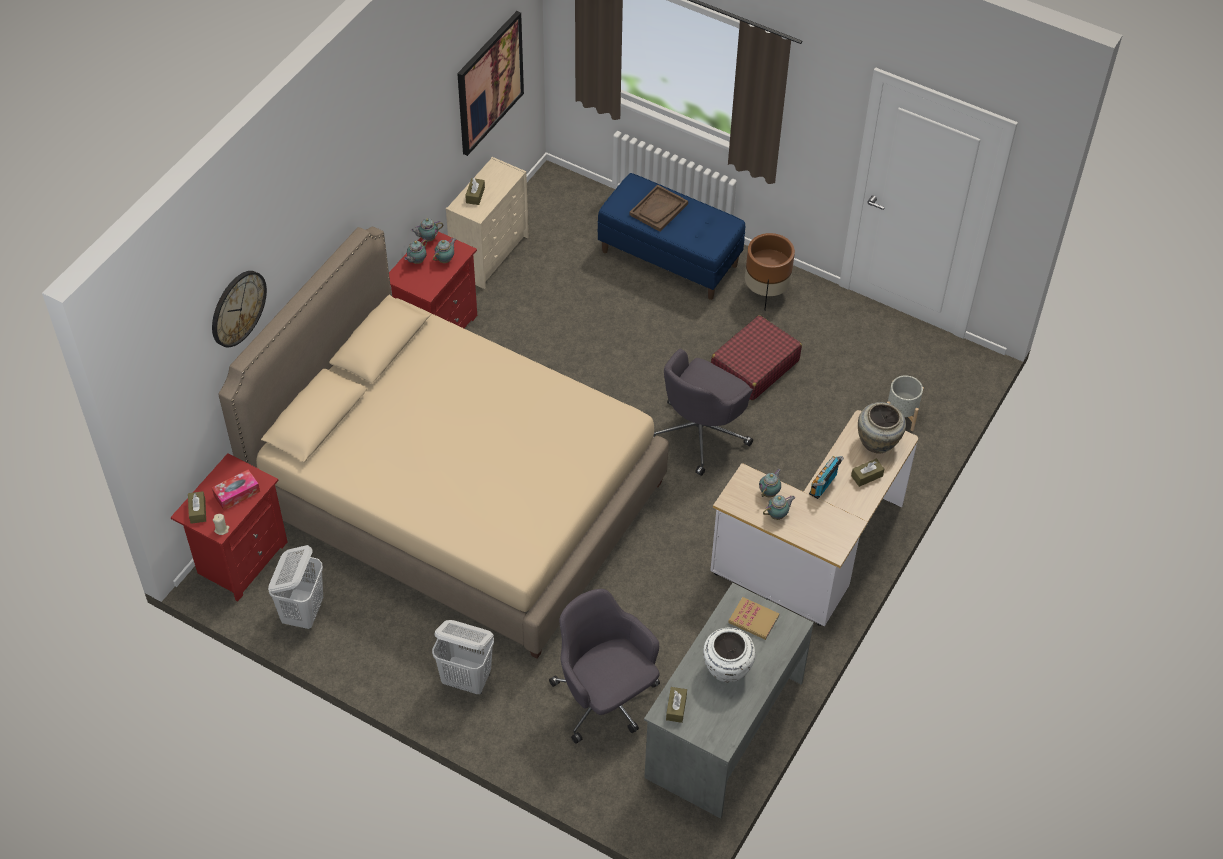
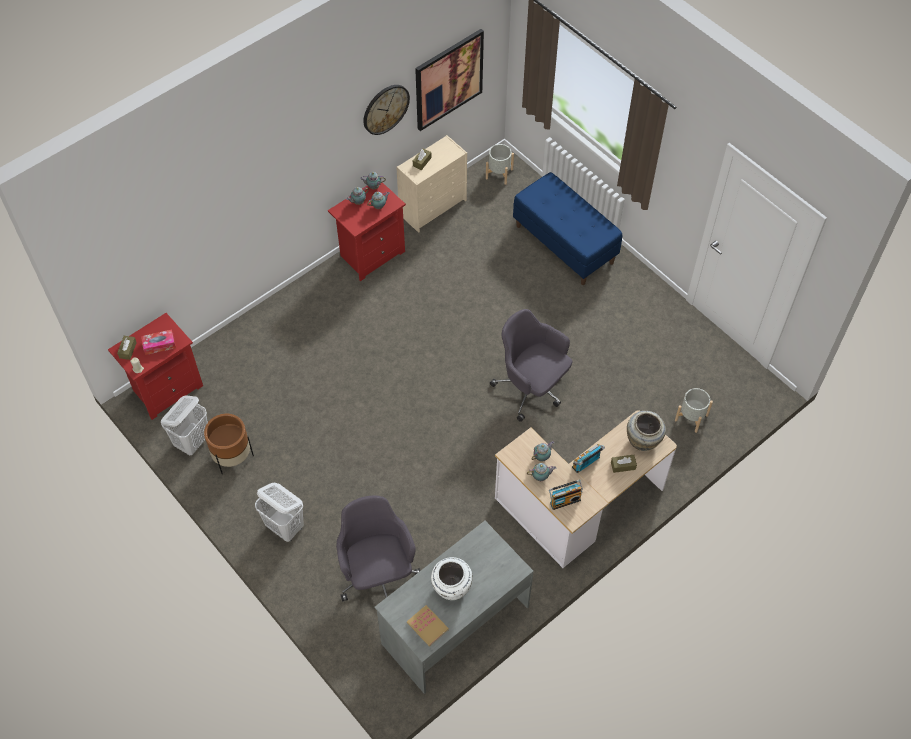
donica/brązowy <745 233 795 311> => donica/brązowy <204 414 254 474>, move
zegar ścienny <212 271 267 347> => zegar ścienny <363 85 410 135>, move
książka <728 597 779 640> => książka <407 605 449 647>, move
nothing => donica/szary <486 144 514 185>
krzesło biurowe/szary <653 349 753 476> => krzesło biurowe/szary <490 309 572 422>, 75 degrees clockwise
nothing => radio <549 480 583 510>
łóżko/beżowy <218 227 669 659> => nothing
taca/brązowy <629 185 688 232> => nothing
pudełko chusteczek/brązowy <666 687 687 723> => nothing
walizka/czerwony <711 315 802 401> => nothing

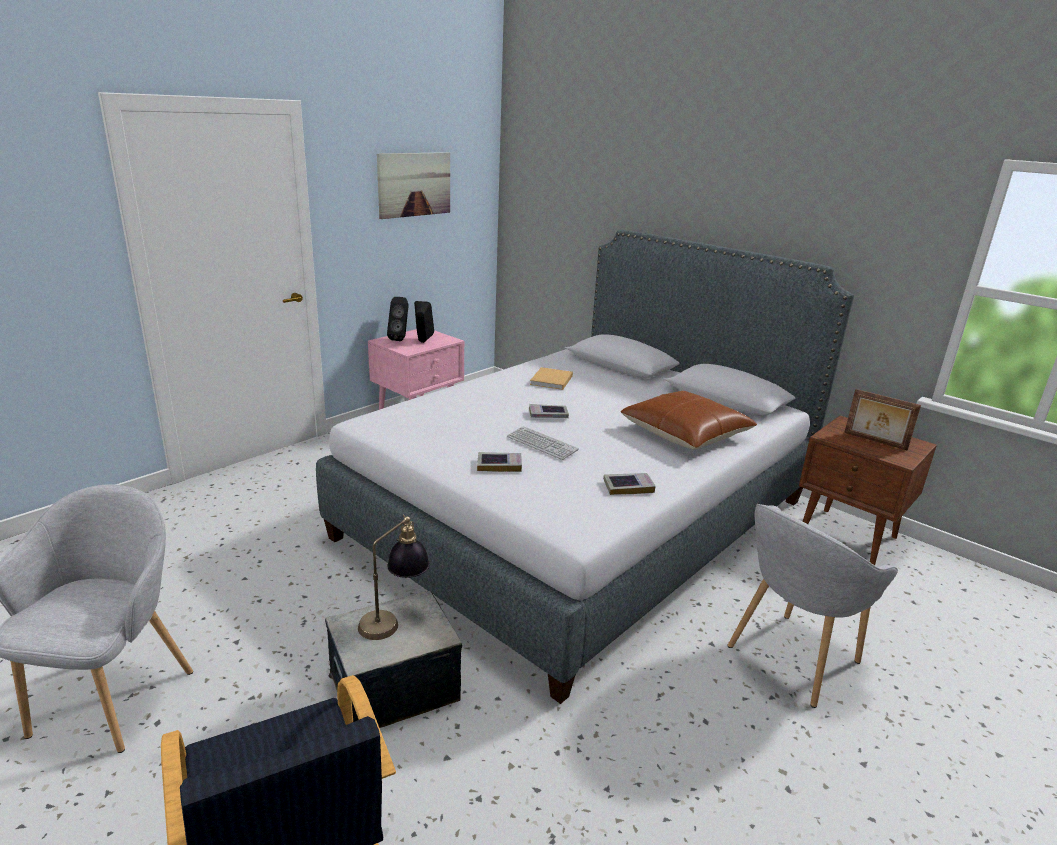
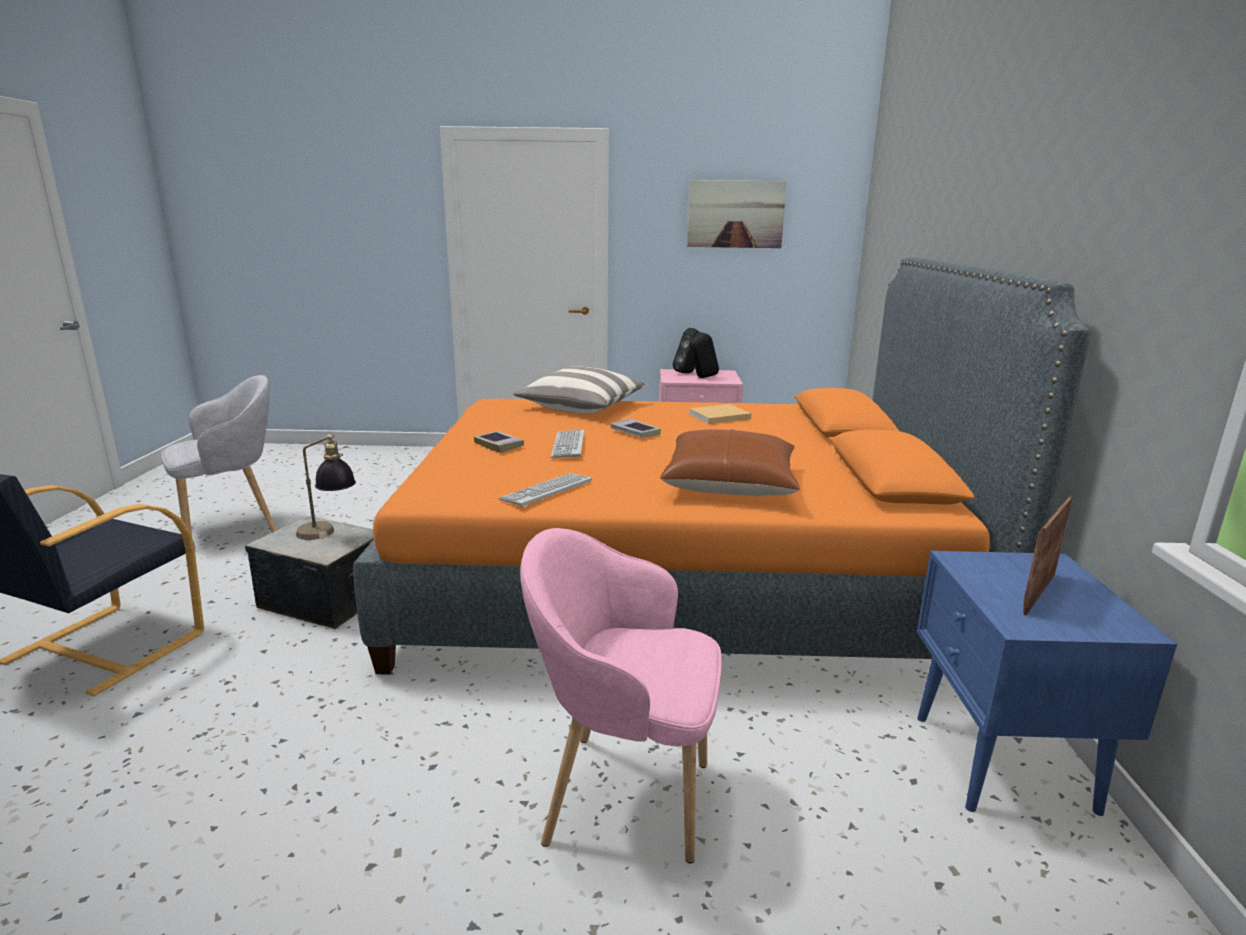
łóżko/szary <316 230 854 704> => łóżko/pomarańczowy <353 257 1091 675>
książka <603 473 656 495> => klawiatura <498 473 592 507>
nothing => poduszka <513 366 647 414>
fotel/szary <727 504 898 708> => fotel/różowy <520 528 722 864>
szafka nocna/brązowy <799 415 937 565> => szafka nocna/niebieski <917 551 1177 816>
ramka na zdjęcie <844 389 921 451> => ramka na zdjęcie <1023 495 1073 616>, 45 degrees clockwise

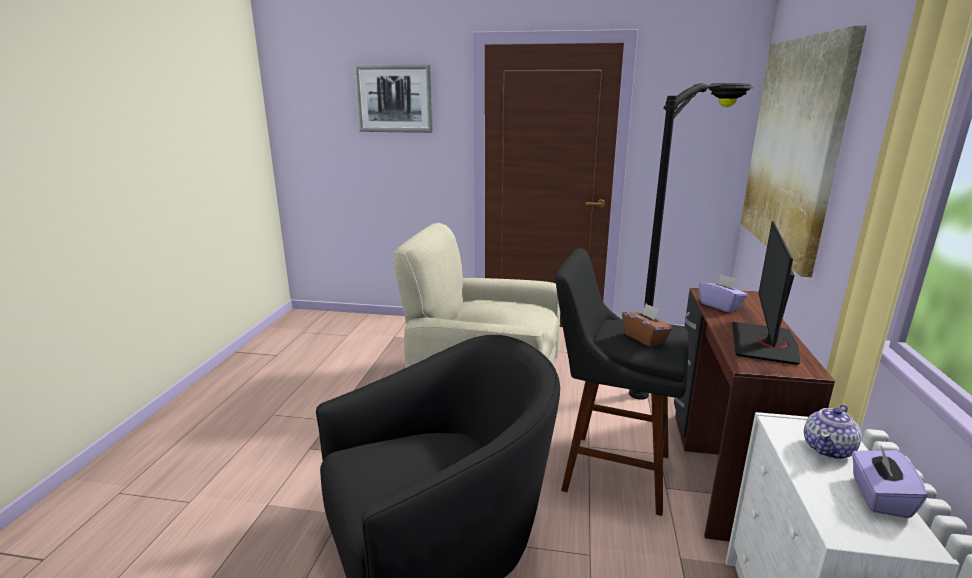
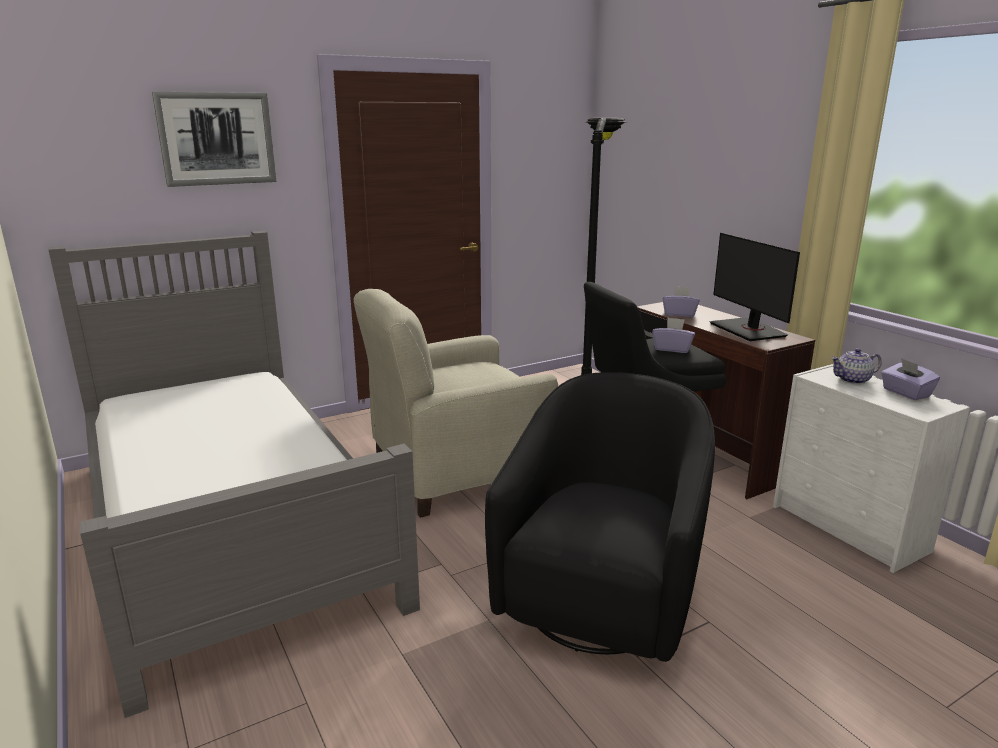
nothing => łóżko/szary <48 231 420 718>
pudełko chusteczek/brązowy <622 303 673 347> => pudełko chusteczek/fioletowy <652 317 695 353>
imbryk <804 404 862 459> => imbryk <831 348 882 384>, 75 degrees clockwise
obraz <741 25 867 277> => nothing

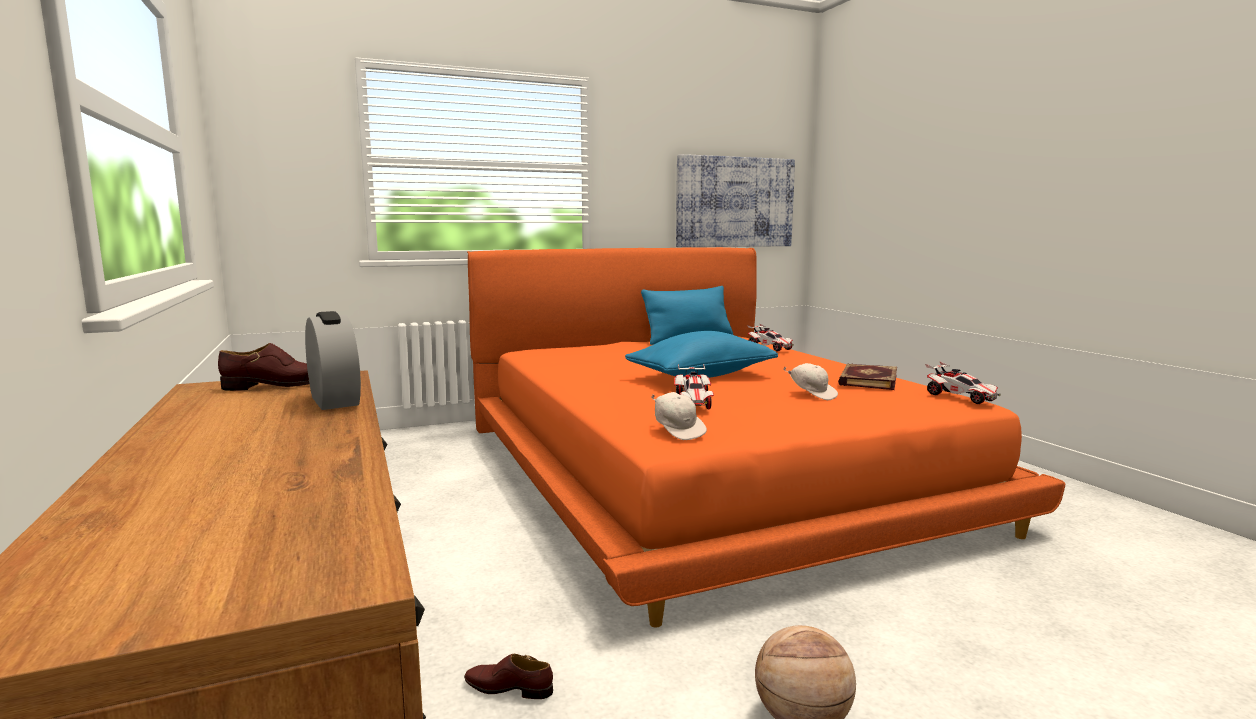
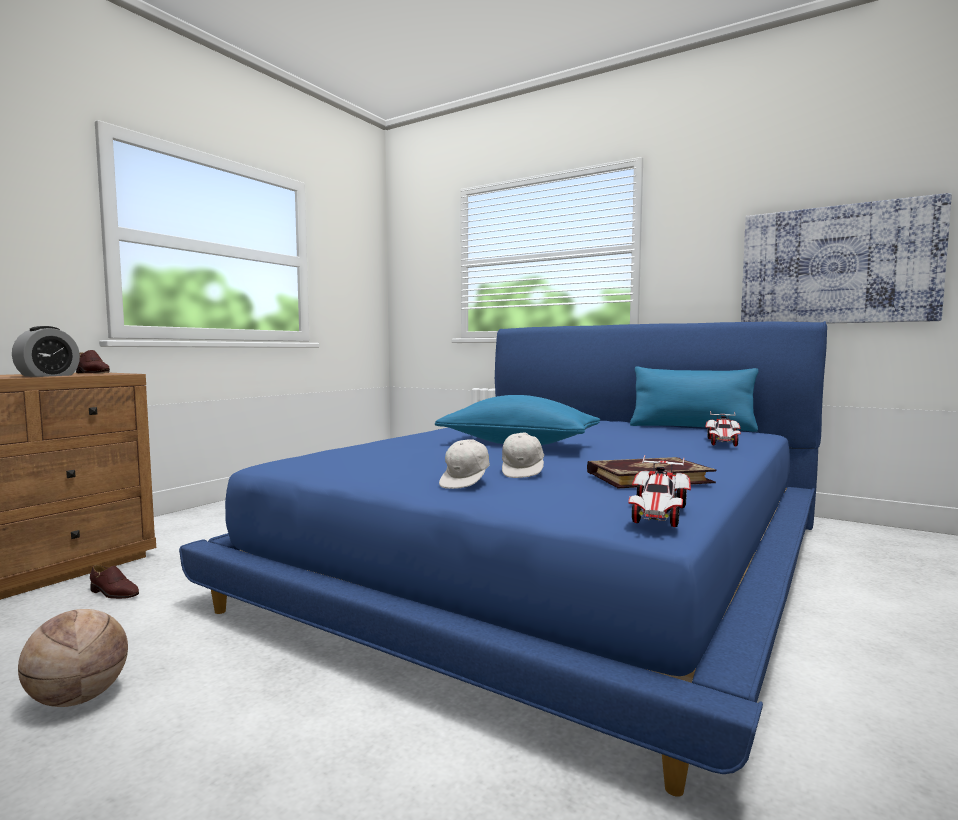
but/brązowy <464 654 553 699> => but/brązowy <90 565 139 599>, 135 degrees clockwise
łóżko/pomarańczowy <467 247 1065 627> => łóżko/niebieski <179 321 827 797>
czapka z daszkiem/biały <651 392 707 440> => czapka z daszkiem/biały <439 439 490 489>, move
samochodzik <674 364 714 409> => nothing

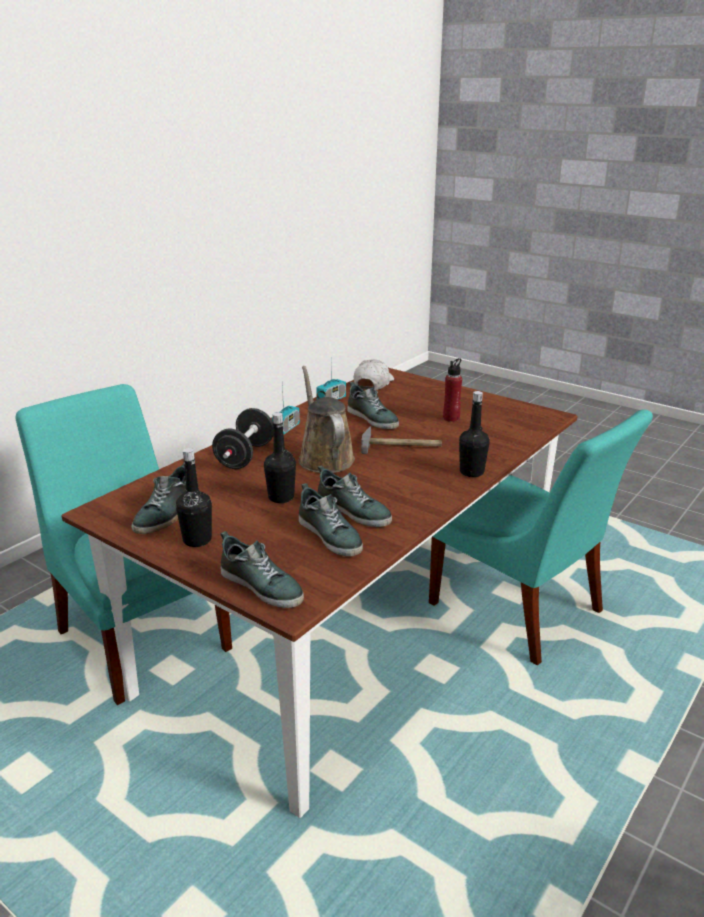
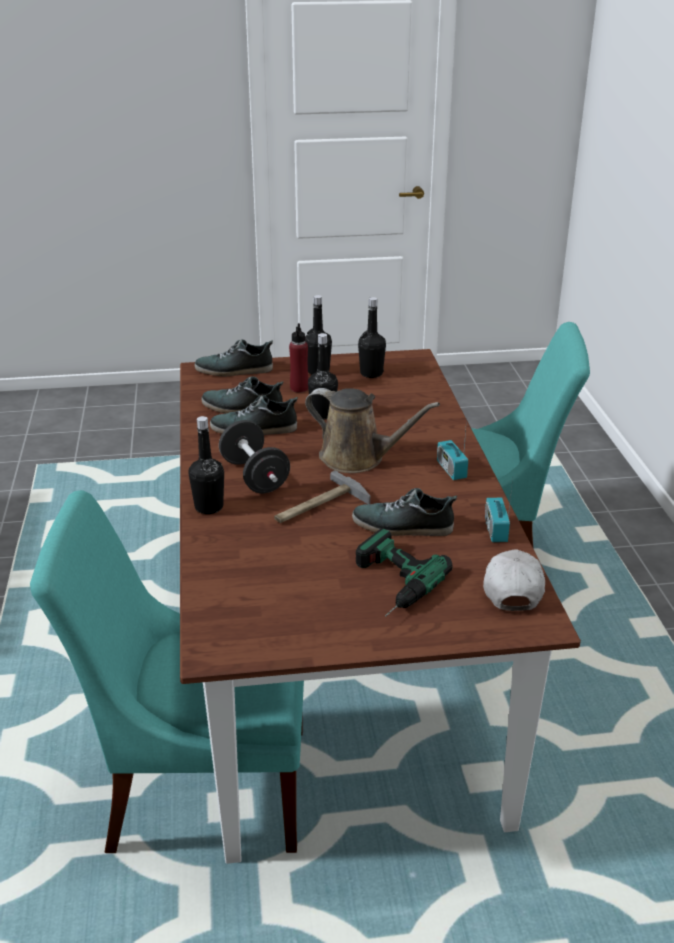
hantel/czarny <212 408 273 469> => hantel/czarny <219 420 290 493>, move
butelka/czerwony <443 358 462 422> => butelka/czerwony <289 323 309 393>, move
nothing => wiertarka <356 528 452 617>
but <131 462 186 534> => butelka/czarny <358 297 386 378>
czapka z daszkiem/biały <354 359 394 390> => czapka z daszkiem/biały <483 549 545 611>, 150 degrees counterclockwise

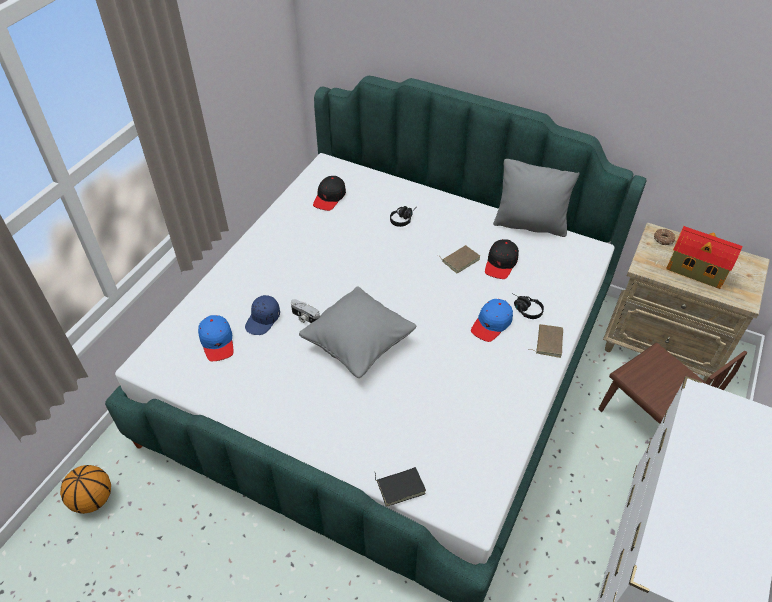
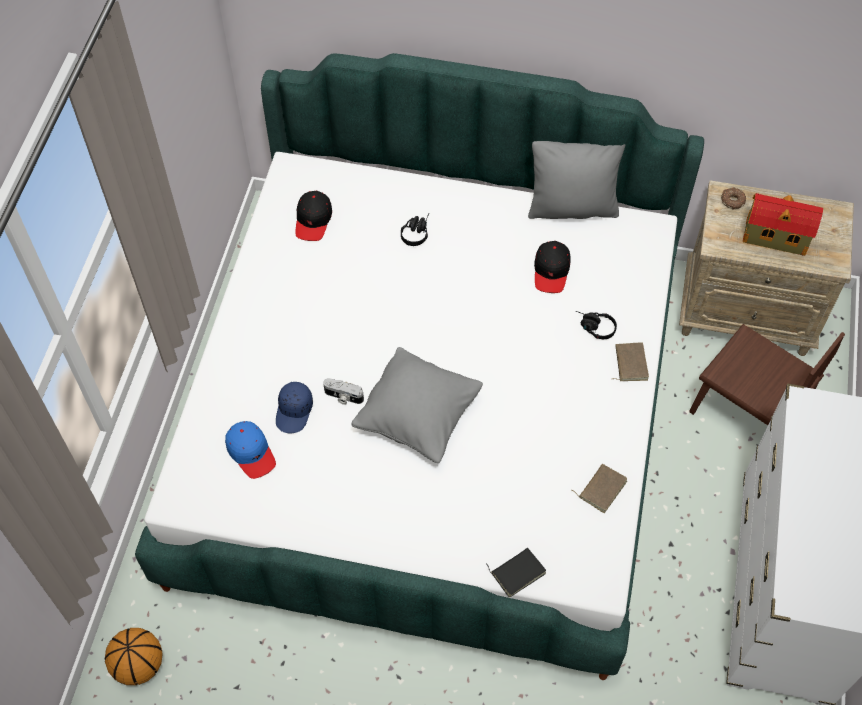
książka/brązowy <438 245 480 273> => książka/brązowy <572 464 627 513>, move
czapka z daszkiem/niebieski <471 299 513 342> => nothing

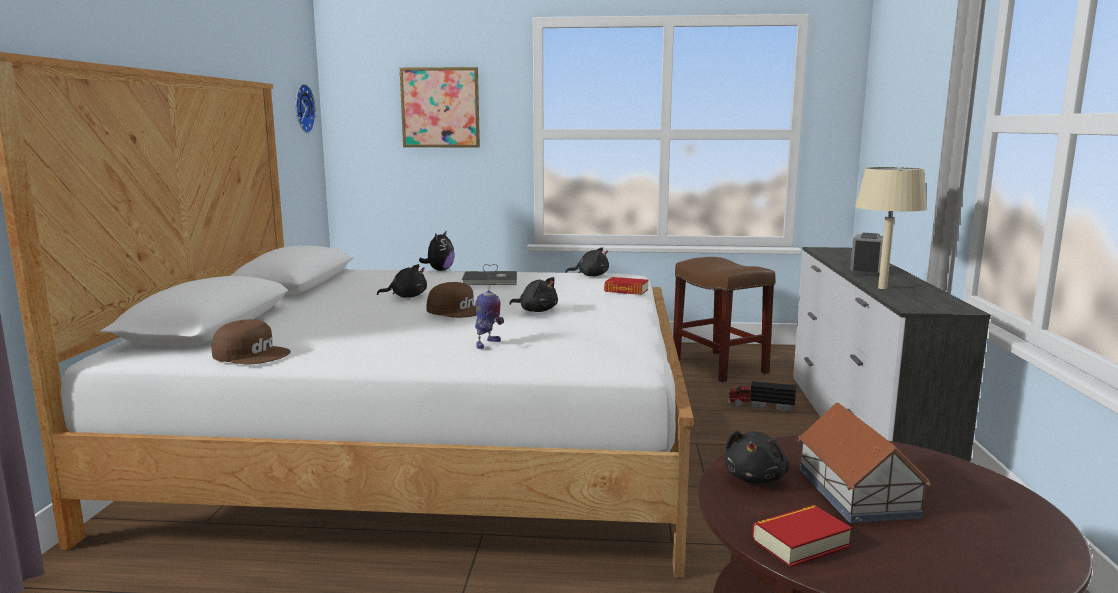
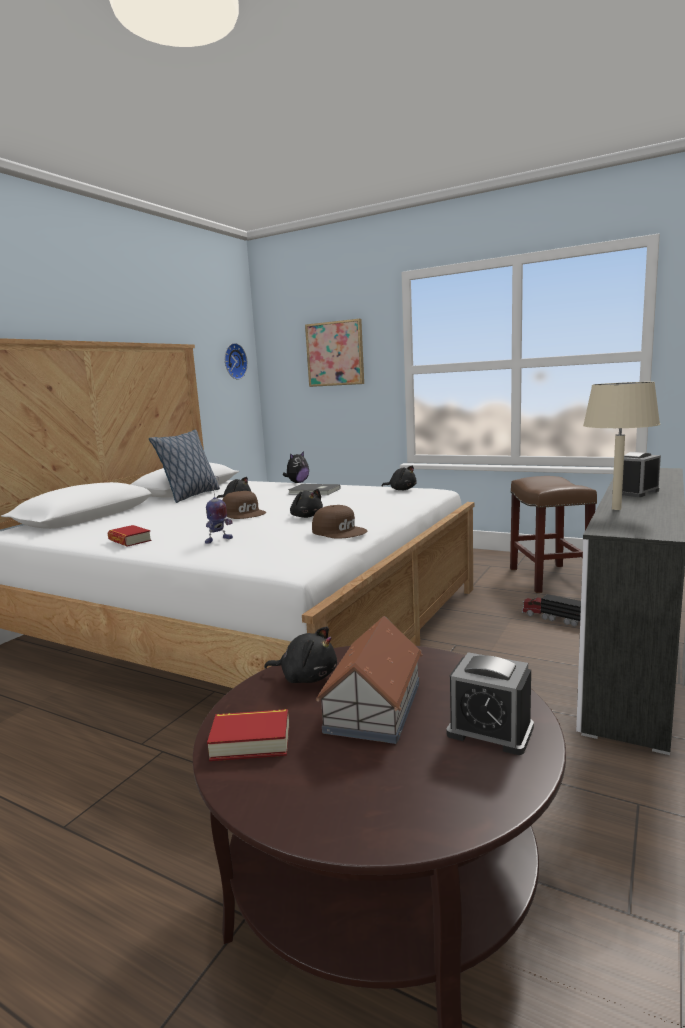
książka <604 277 649 295> => książka <107 525 152 547>, move
nothing => poduszka <149 430 220 503>
pluszak/czarny <725 430 790 483> => pluszak/czarny <264 626 337 683>, 120 degrees counterclockwise
czapka z daszkiem/brązowy <212 319 291 364> => czapka z daszkiem/brązowy <312 505 367 539>, move
nothing => budzik <446 652 534 755>

